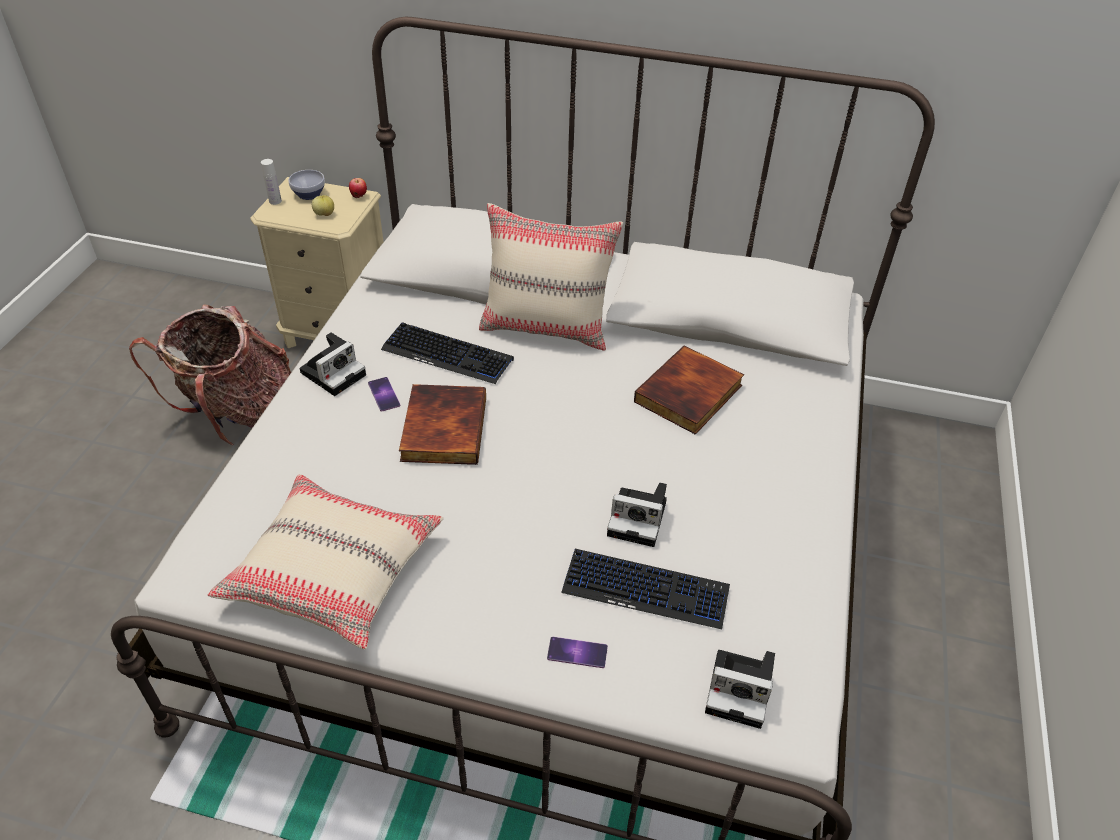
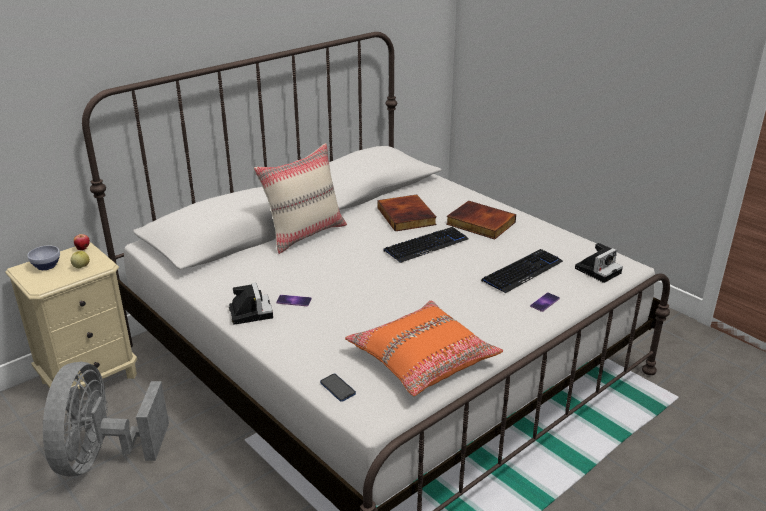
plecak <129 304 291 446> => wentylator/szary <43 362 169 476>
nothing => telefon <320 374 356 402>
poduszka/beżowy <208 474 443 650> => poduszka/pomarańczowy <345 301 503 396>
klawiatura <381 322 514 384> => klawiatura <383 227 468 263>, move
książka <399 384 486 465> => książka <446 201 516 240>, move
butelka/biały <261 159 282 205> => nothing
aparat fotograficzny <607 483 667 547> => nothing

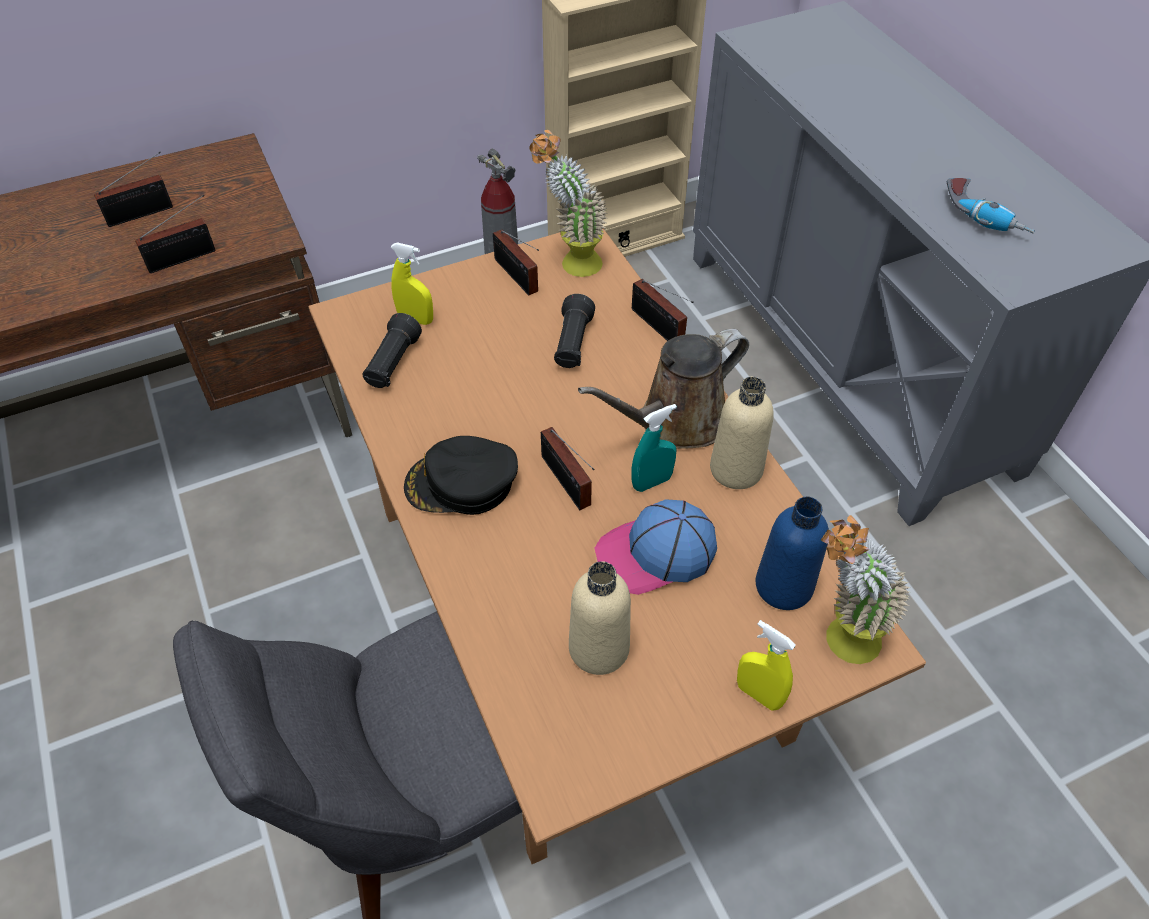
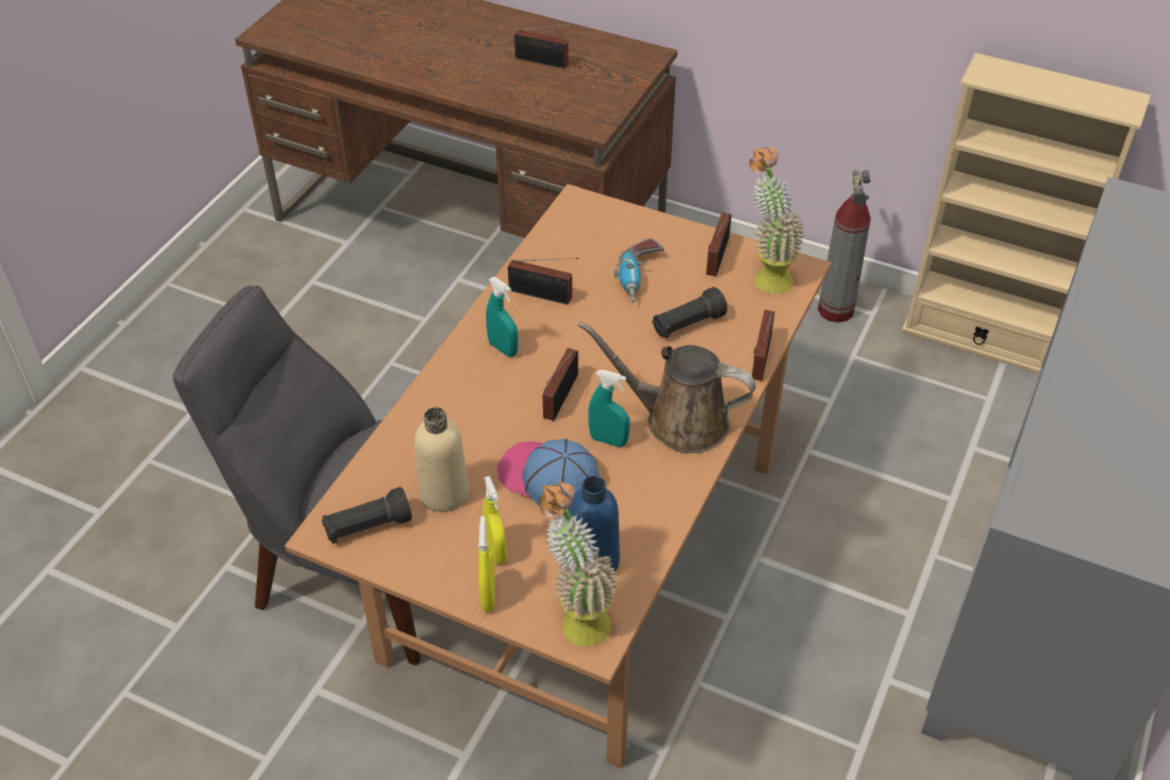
latarka/czarny <363 313 422 388> => latarka/czarny <321 487 412 544>, move
spryskiwacz/żółty <391 242 433 325> => spryskiwacz/żółty <483 476 507 565>, move
czapka z daszkiem/czarny <404 436 518 515> => spryskiwacz/turkusowy <486 277 518 357>
radio <135 195 216 273> => radio <508 258 579 305>, move
wiertarka <947 178 1035 233> => wiertarka <614 238 664 303>, move
butelka/beżowy <710 377 774 489> => nothing

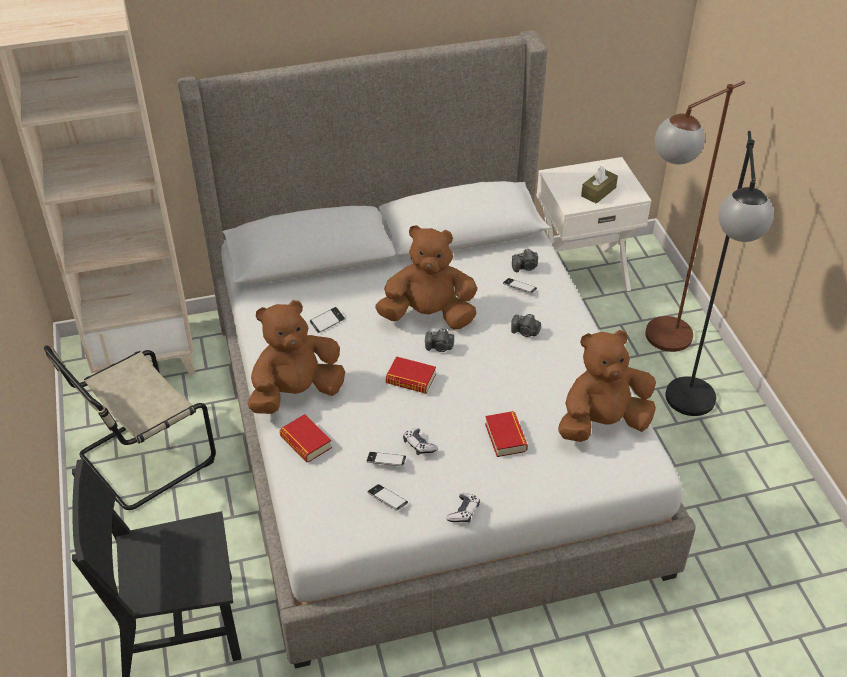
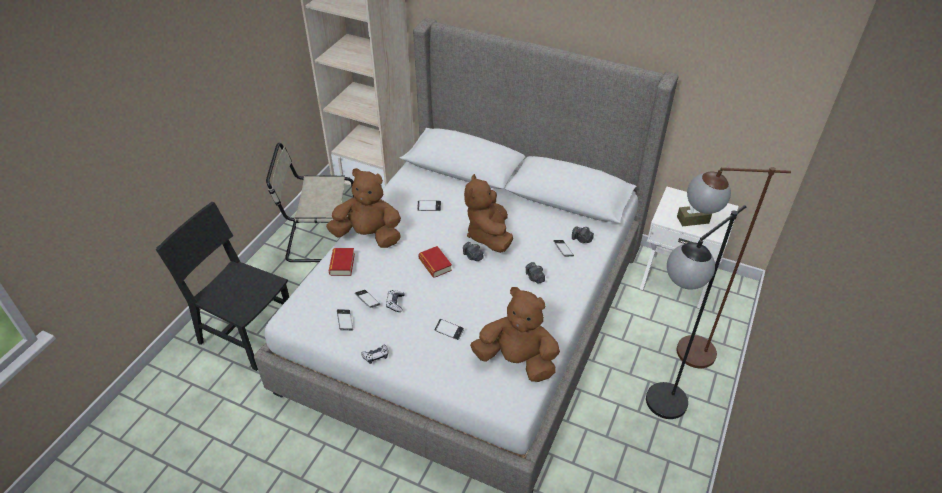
książka <485 411 528 457> => telefon <434 319 464 340>
pluszak/brązowy <375 225 477 329> => pluszak/brązowy <464 174 513 253>, 135 degrees counterclockwise

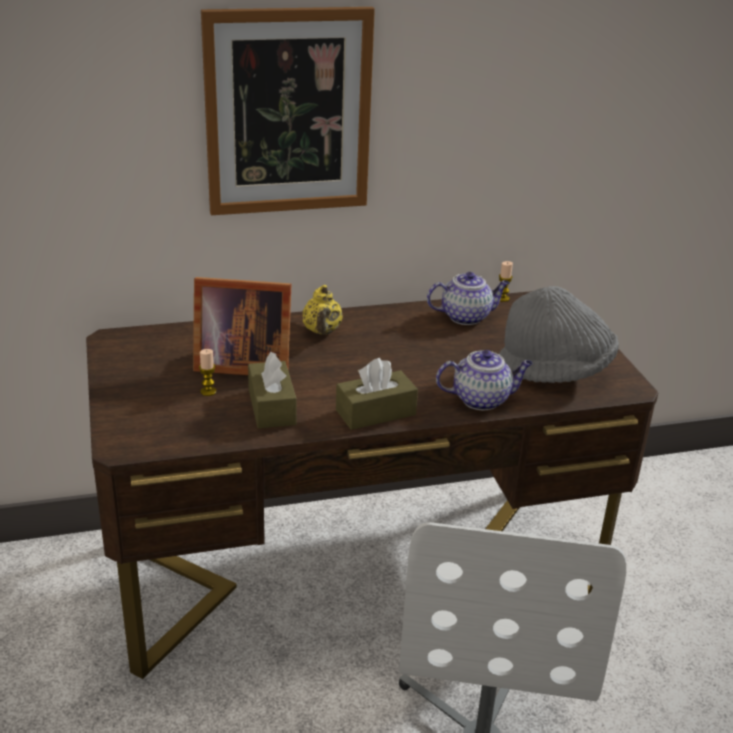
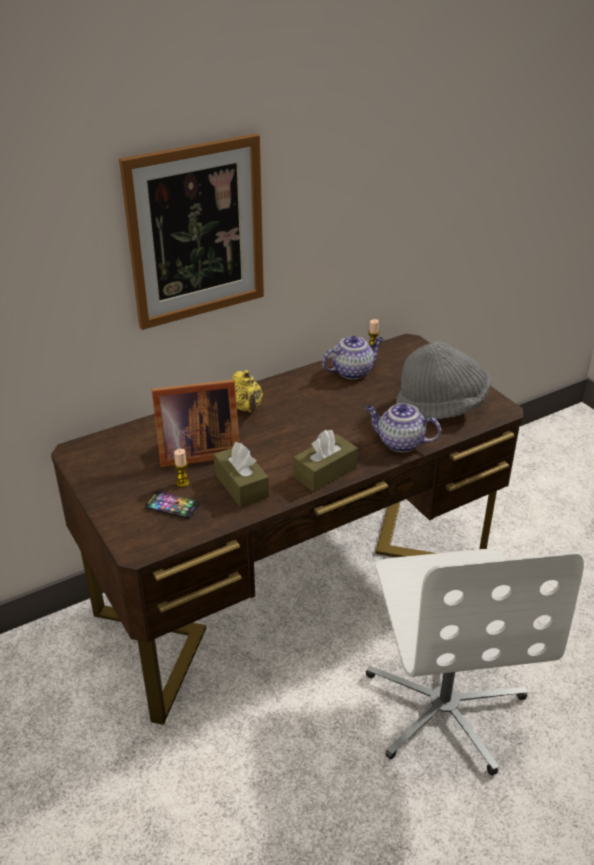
nothing => telefon <145 491 199 519>
imbryk <436 350 533 410> => imbryk <366 403 441 452>, 135 degrees counterclockwise

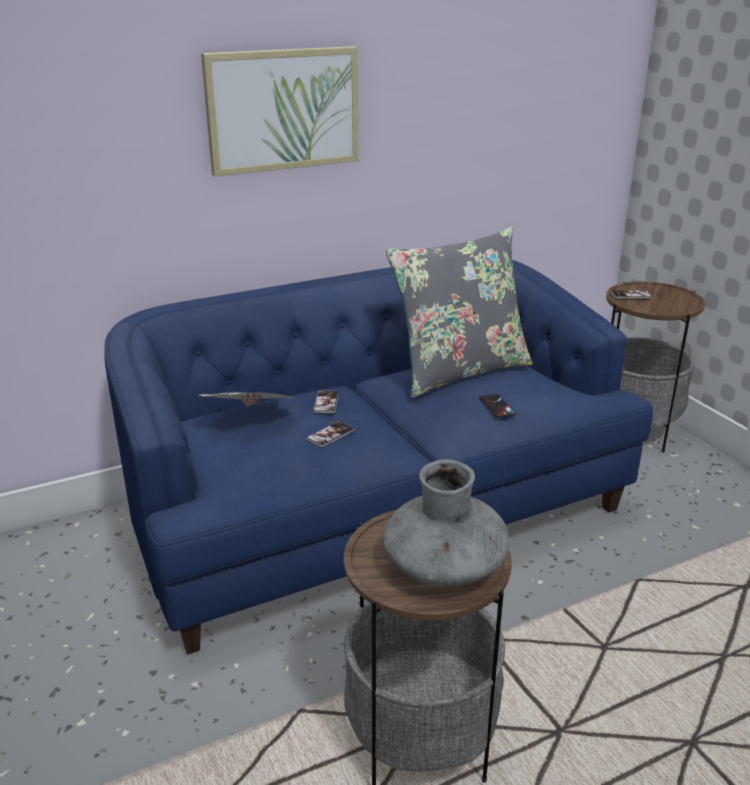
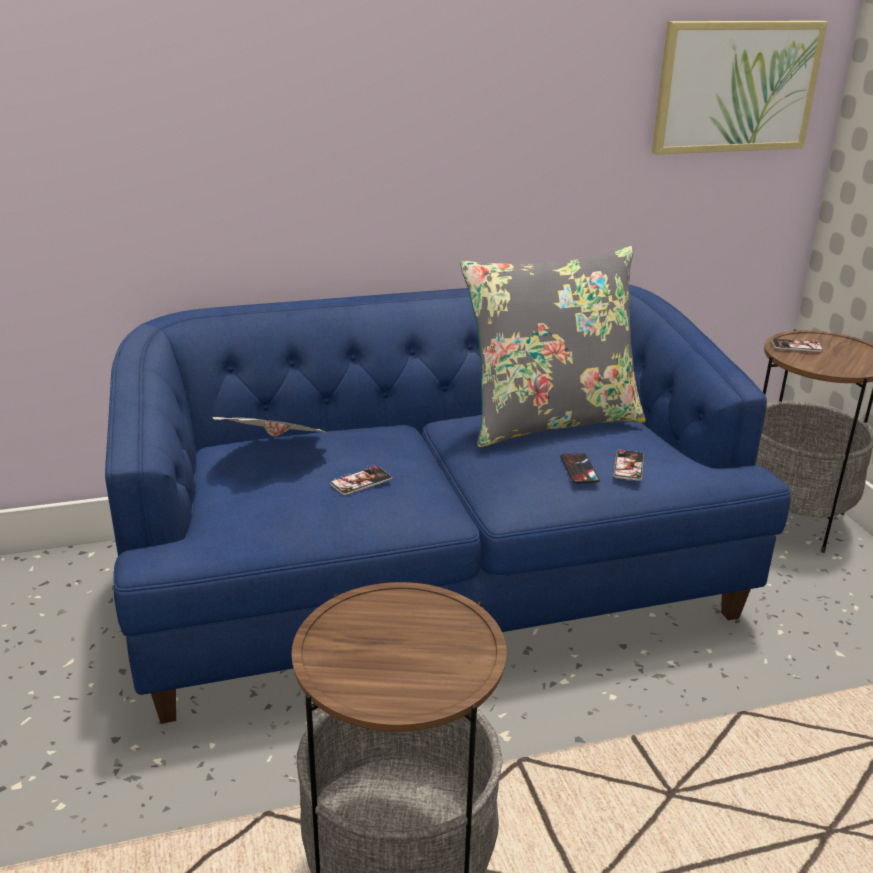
telefon <313 390 339 413> => telefon <613 450 644 481>, move
obraz <201 46 359 177> => obraz <652 21 828 154>, move
wazon/szary <383 459 510 586> => nothing

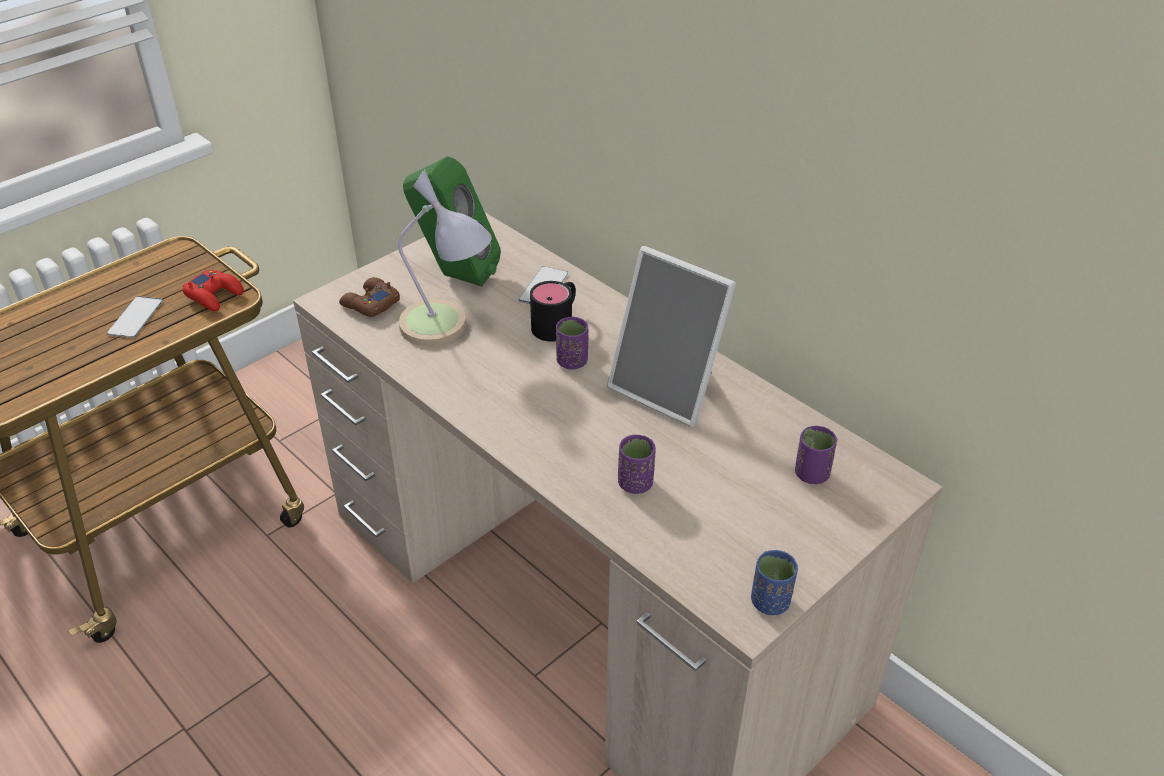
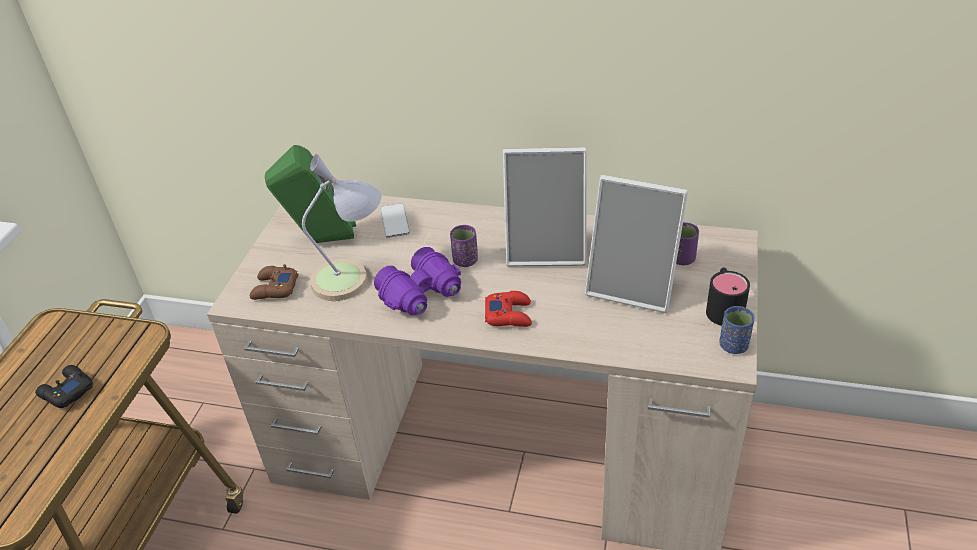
telefon <107 296 163 338> => pad do gier/czarny <35 365 93 408>
nothing => lornetka/fioletowy <374 247 461 316>
pad do gier/czerwony <182 270 244 311> => pad do gier/czerwony <485 291 532 327>, move
nothing => ramka na zdjęcie <585 175 688 313>
kubek/czarny <530 281 576 342> => kubek/czarny <706 267 750 326>, move
filiżanka/fioletowy <618 435 656 494> => nothing

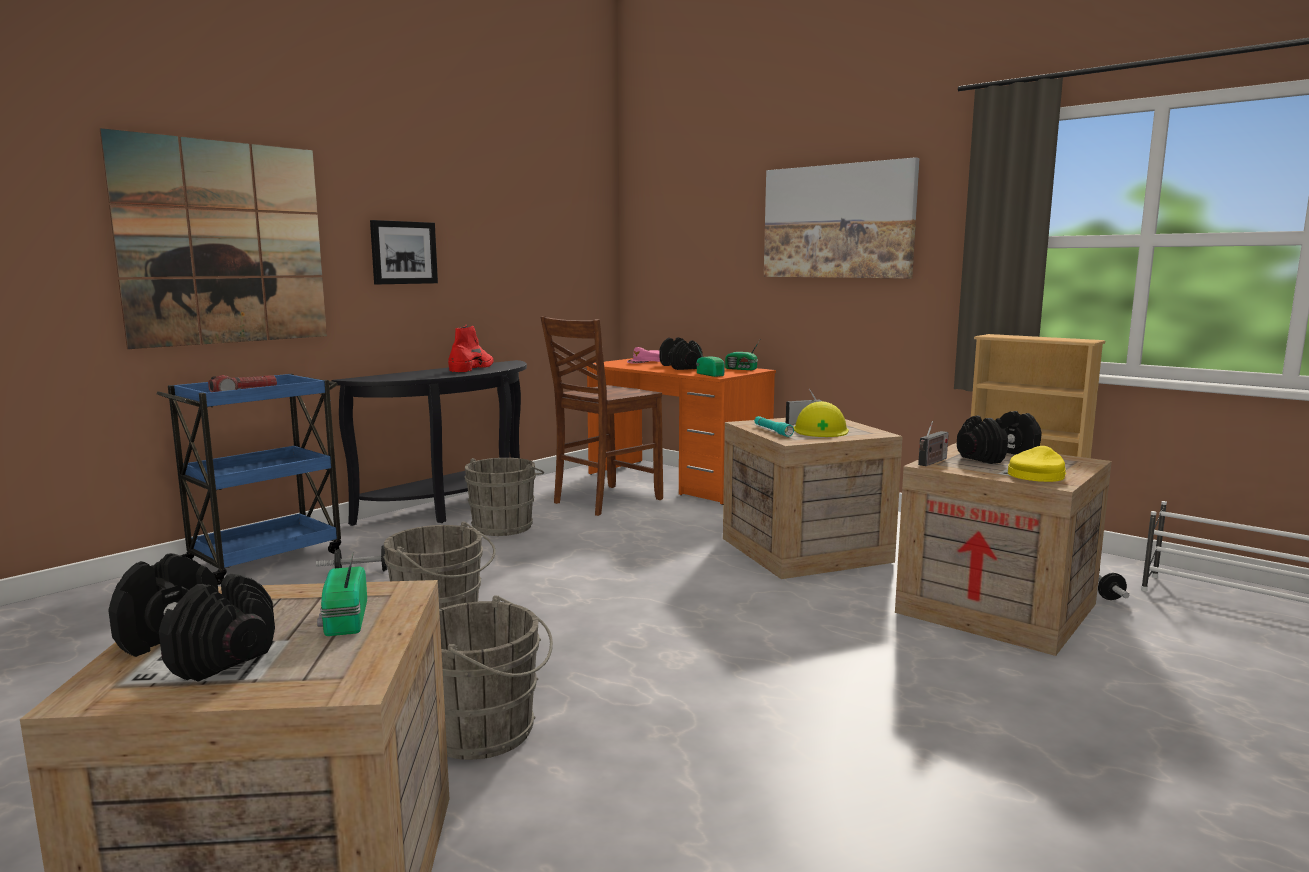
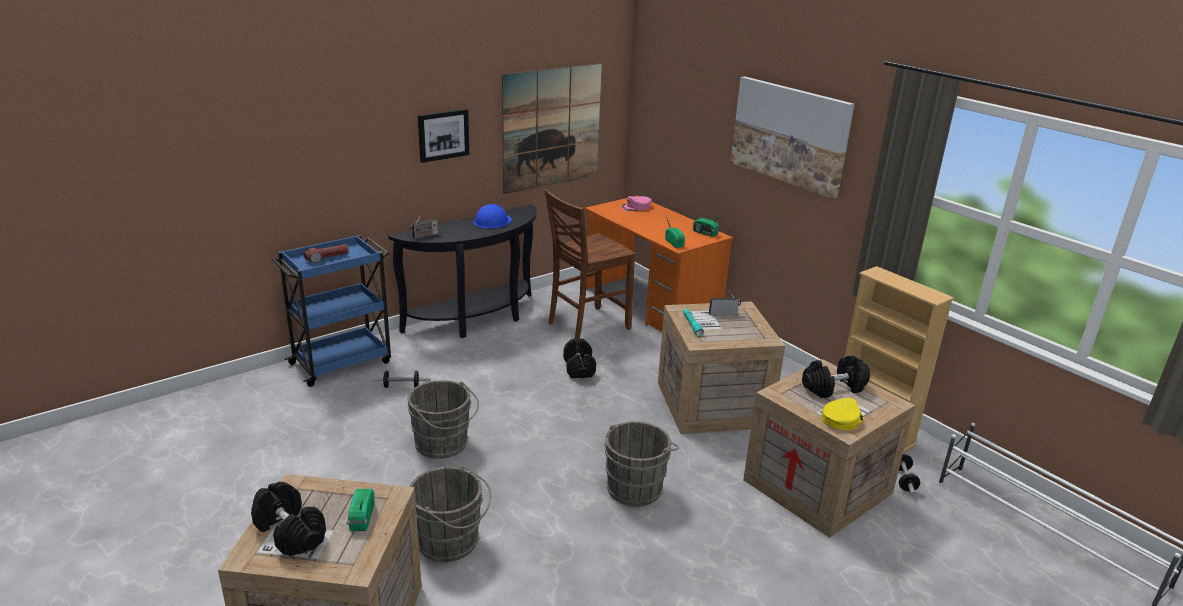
radio <918 421 949 466> => radio <410 215 438 239>, move
but z cholewką/czerwony <448 325 494 372> => kask/niebieski <473 204 512 229>
obraz <100 128 327 349> => obraz <502 63 602 194>, move
hantel/czarny <660 337 703 370> => hantel/czarny <563 338 596 378>, move
wiadro/szary <465 458 544 536> => wiadro/szary <604 421 679 507>, move
kask/żółty <793 401 849 437> => nothing

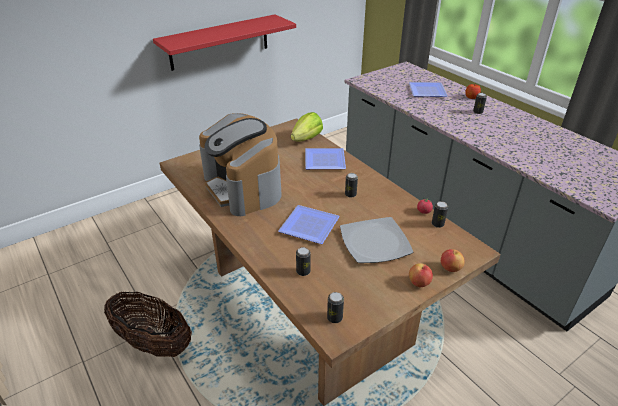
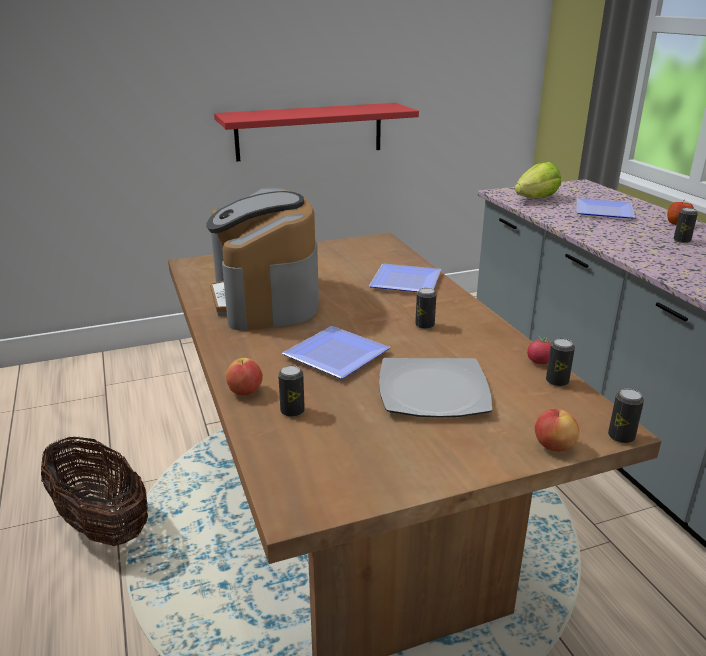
jabłko <409 263 433 287> => jabłko <226 358 263 395>, move
sałata <291 112 323 142> => sałata <515 162 561 198>, move
puszka <327 292 344 323> => puszka <608 389 644 443>, move

